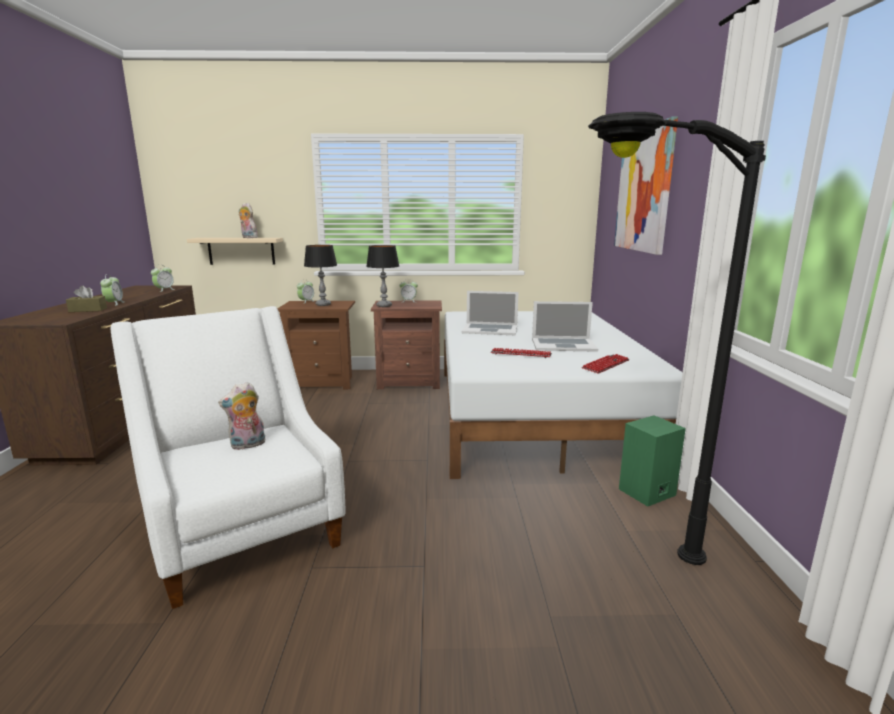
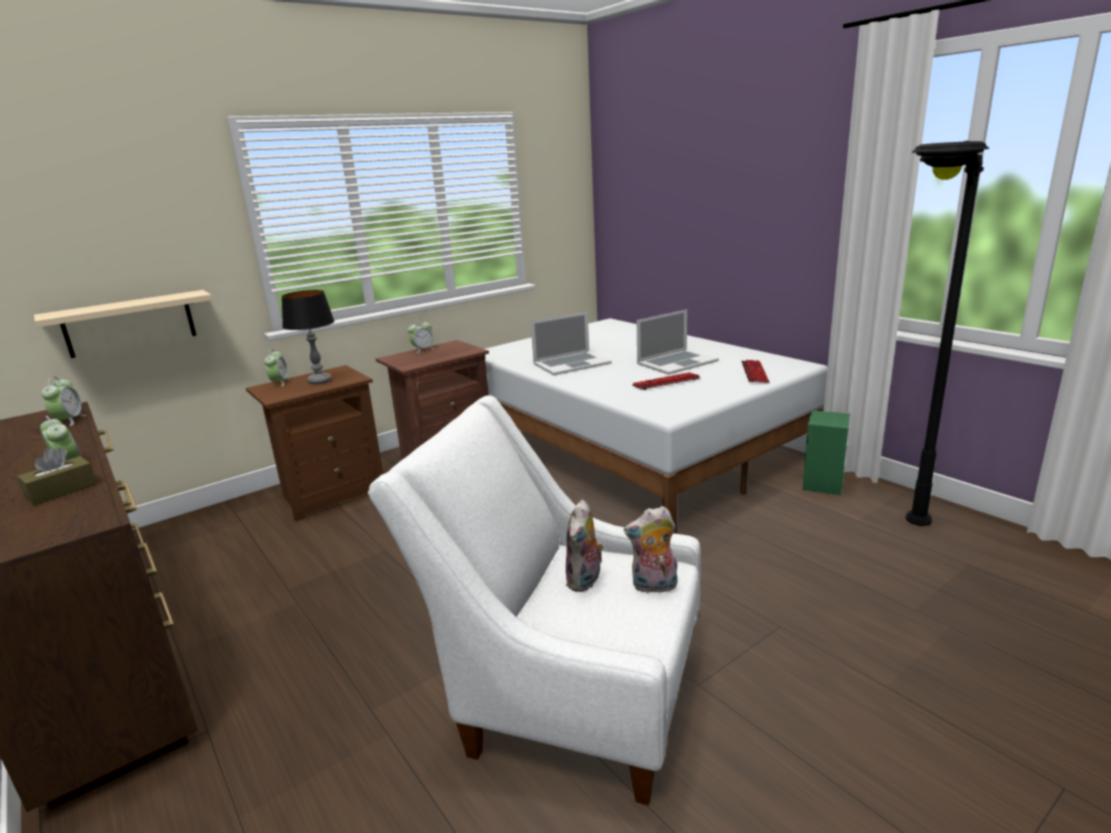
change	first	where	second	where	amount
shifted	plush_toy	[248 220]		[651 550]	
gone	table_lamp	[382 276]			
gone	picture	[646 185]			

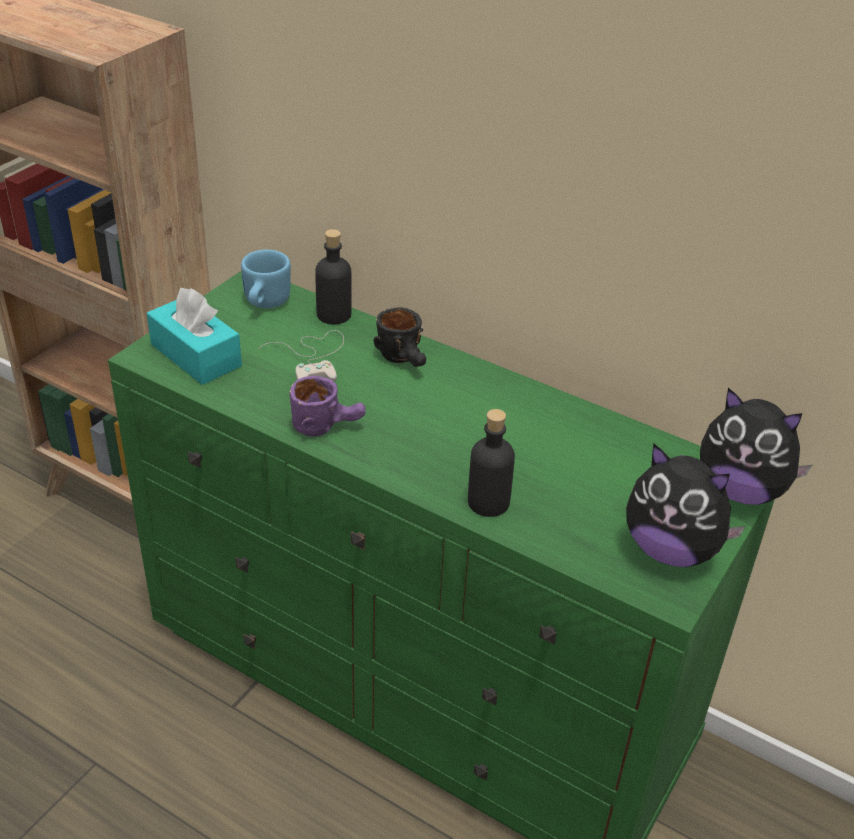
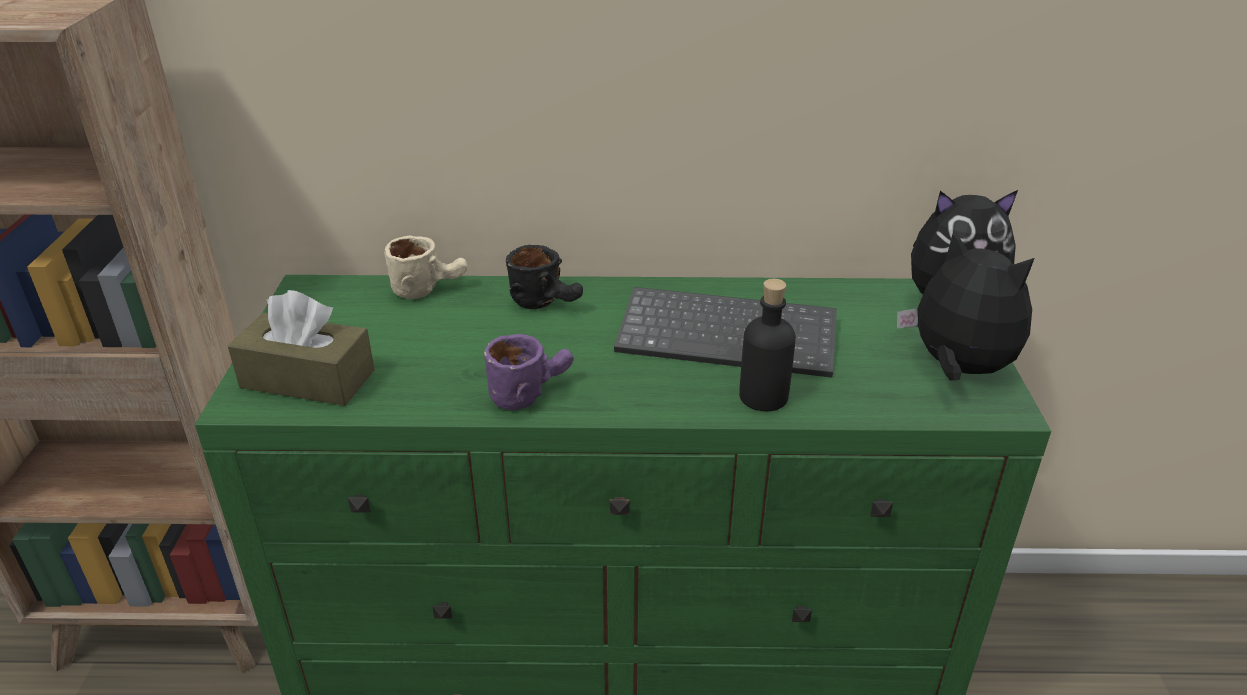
change	first	where	second	where	amount
repainted	turquoise_tissue_box	[194 336]	brown_tissue_box	[301 348]	
gone	blue_mug	[266 279]			
gone	white_game_controller	[301 355]			
swapped	black_bottle	[333 276]	beige_mug	[426 267]	
rotated	plush_toy	[686 505]		[965 304]	135 degrees counterclockwise
new			keyboard	[725 332]	

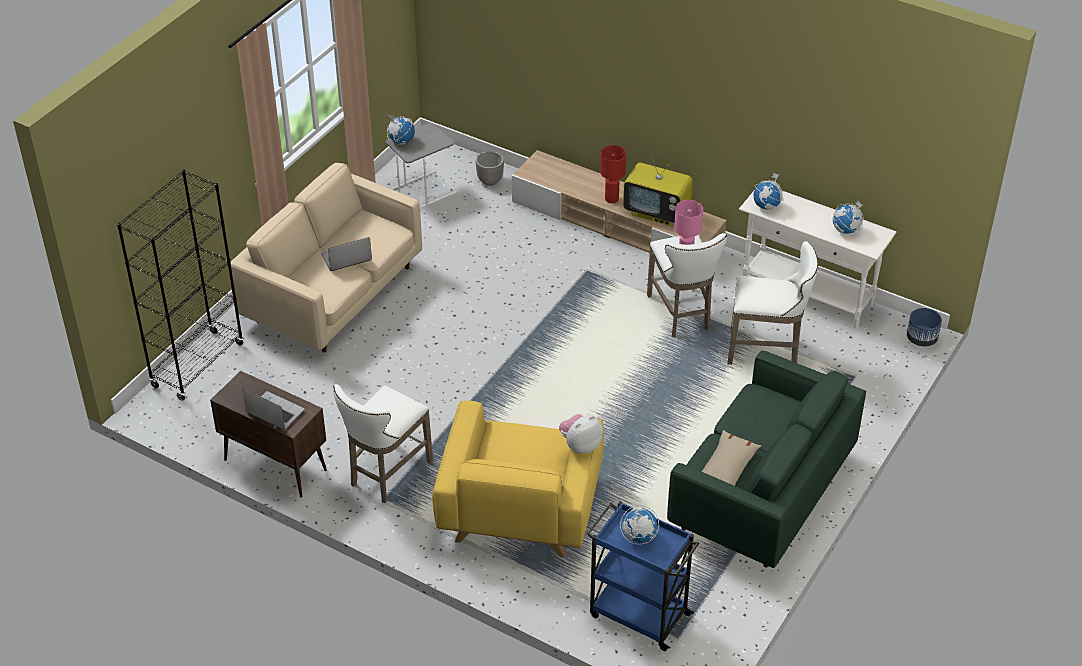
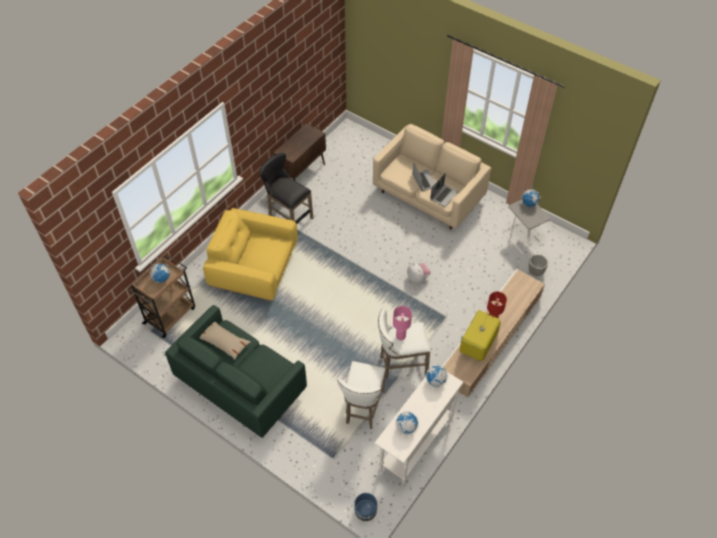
change	first	where	second	where	amount
gone	black_bookcase	[180 285]			
shifted	laptop	[273 409]		[444 190]	
repainted	white_stool	[383 443]	black_stool	[286 188]	
shifted	plush_toy	[581 434]		[419 273]	
repainted	blue_cart	[643 576]	brown_cart	[162 296]	

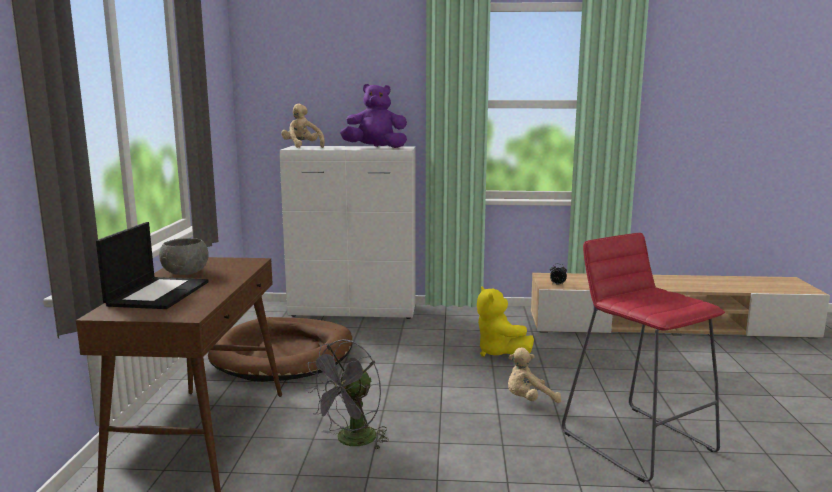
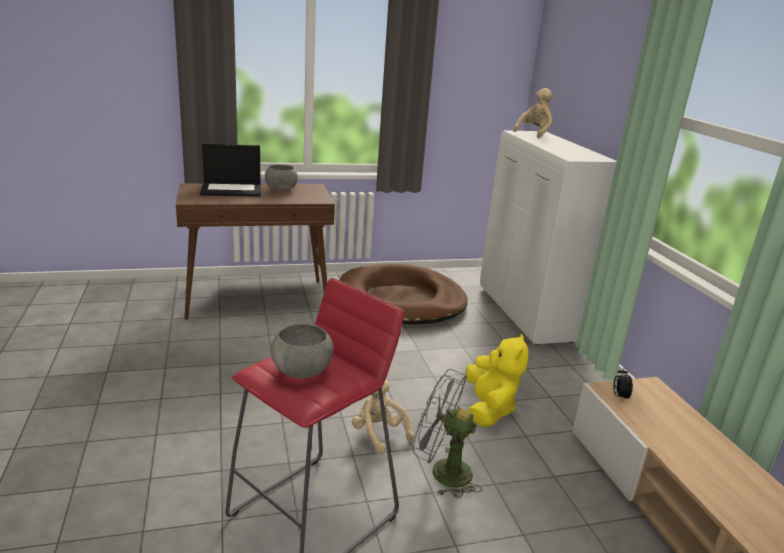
change	first	where	second	where	amount
shifted	grey_fan	[347 395]		[447 433]	
gone	purple_plush_toy	[373 116]			
rotated	yellow_plush_toy	[505 321]		[497 380]	135 degrees clockwise
new			grey_bowl	[302 351]	

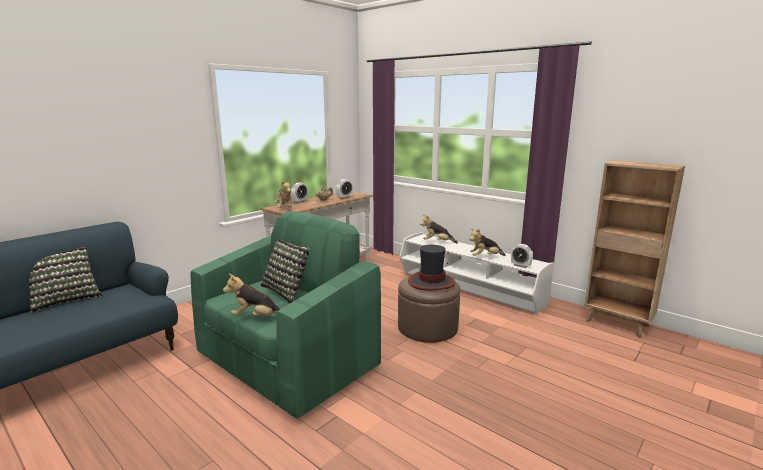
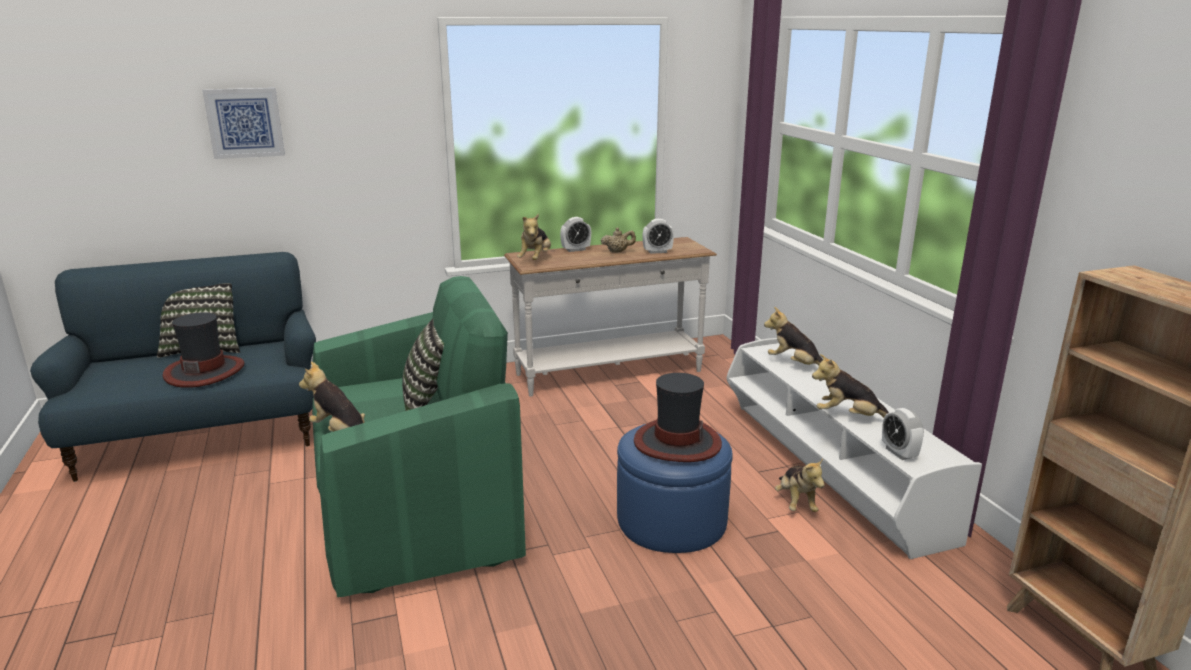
change	first	where	second	where	amount
repainted	brown_ottoman	[429 309]	blue_ottoman	[675 488]	
new			hat	[203 350]	
new			picture	[243 123]	
new			plush_toy	[800 485]	

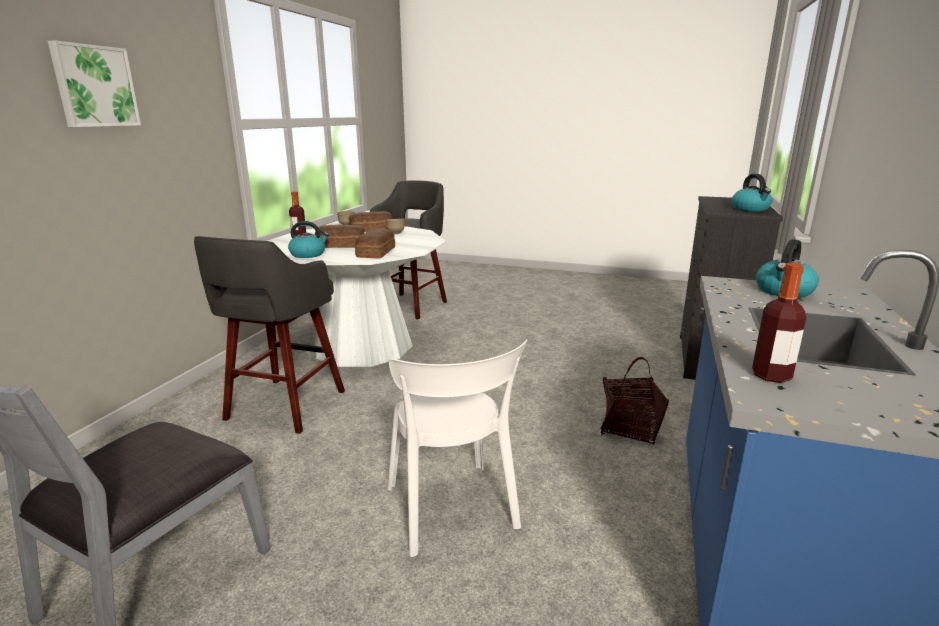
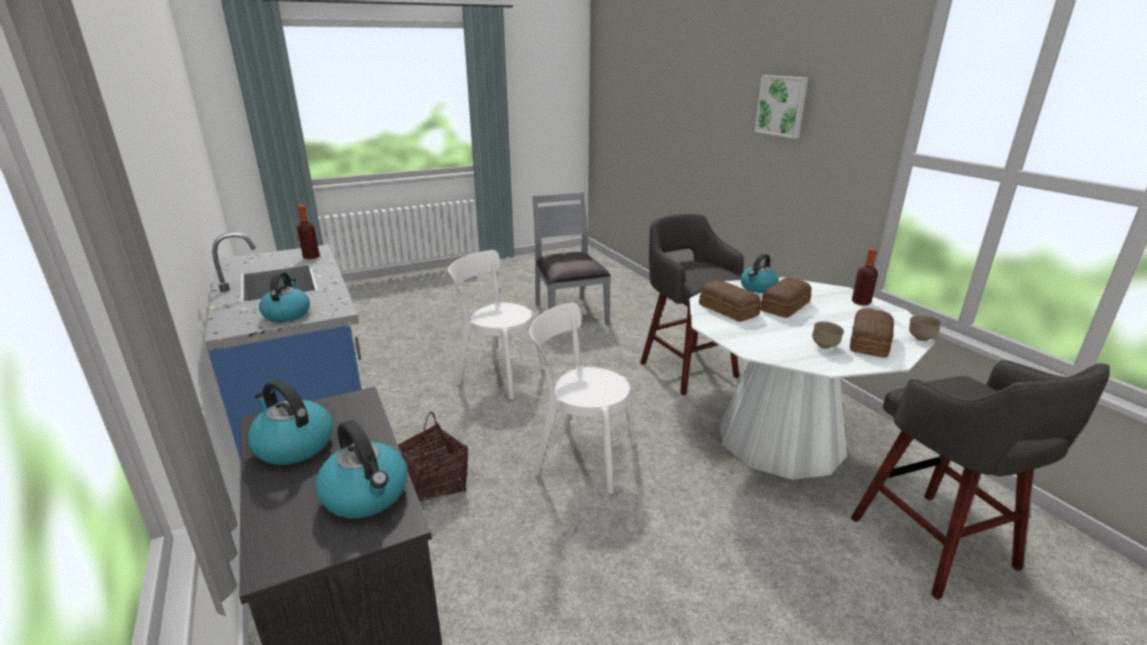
change	first	where	second	where	amount
new			kettle	[361 469]	
new			white_chair	[582 398]	

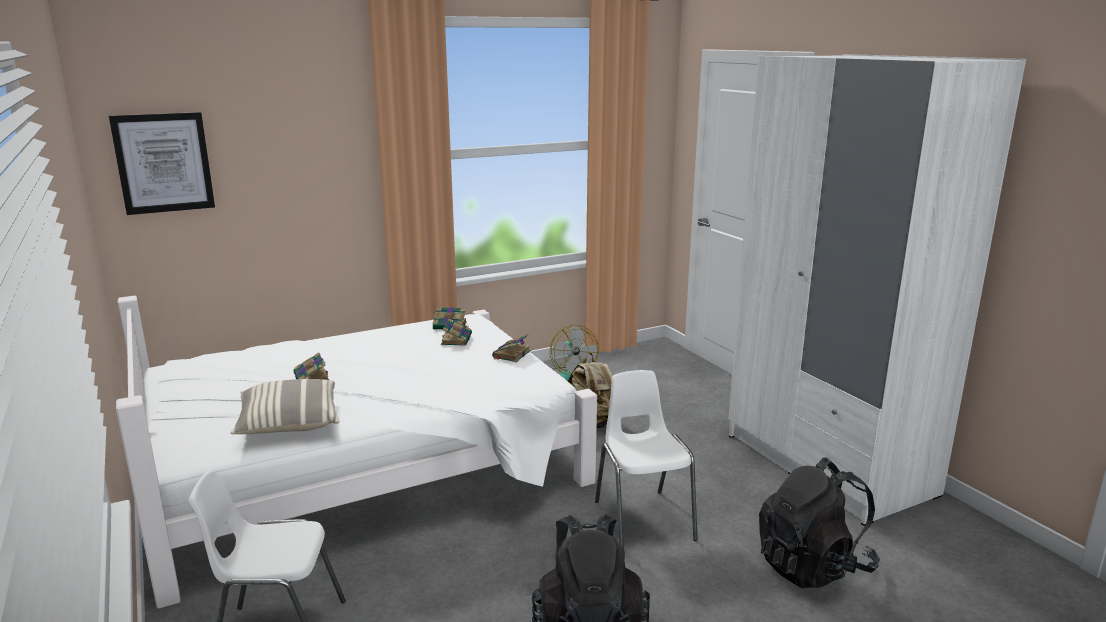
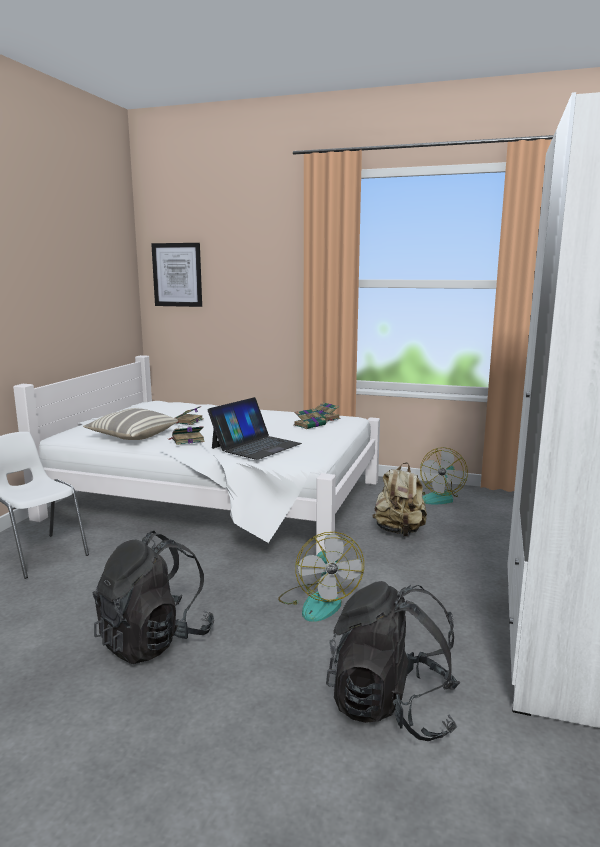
change	first	where	second	where	amount
shifted	book	[511 348]		[186 435]	
swapped	white_chair	[646 459]	fan	[321 577]	
new			laptop	[254 428]	

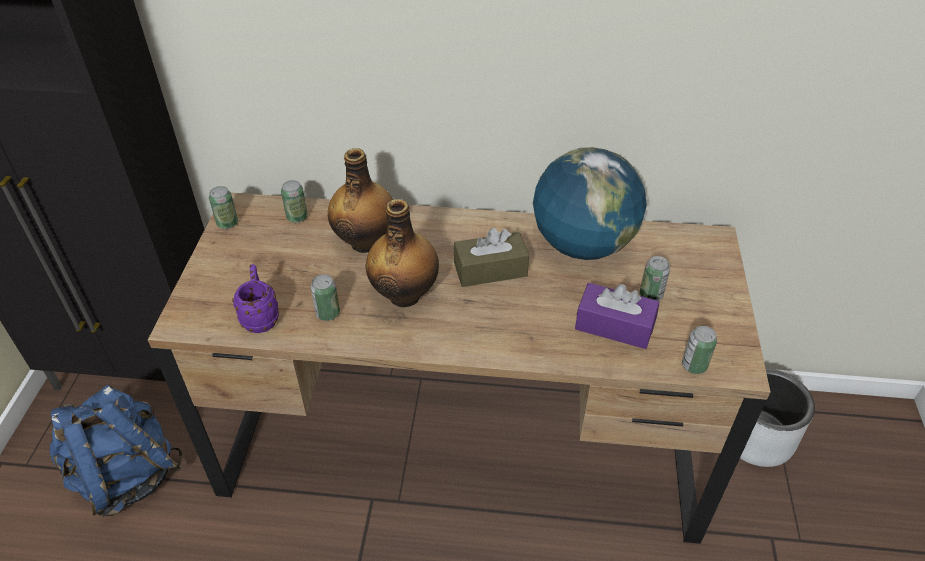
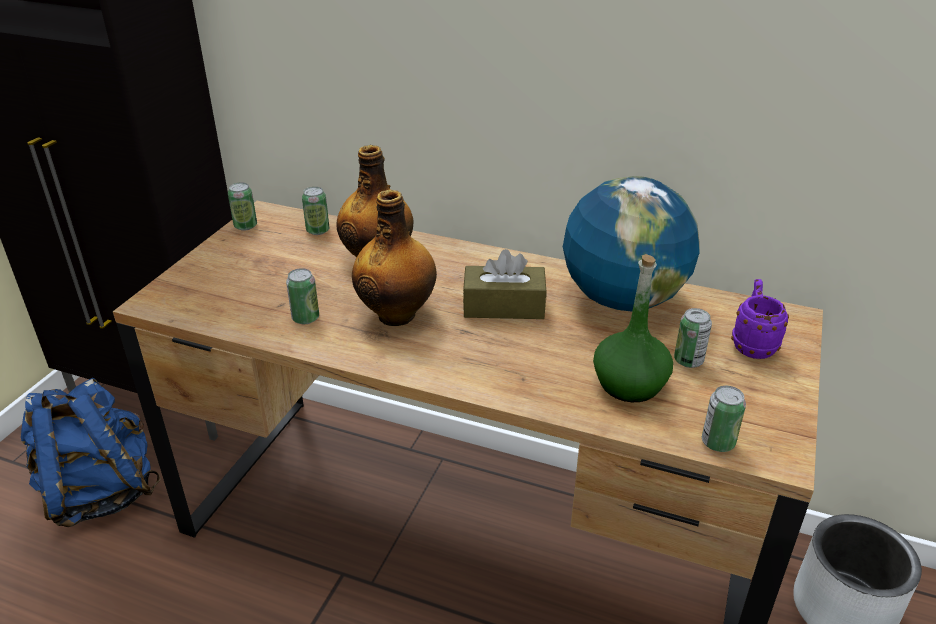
change	first	where	second	where	amount
shifted	purple_mug	[255 298]		[760 319]	
swapped	purple_tissue_box	[617 316]	green_bottle	[633 328]	

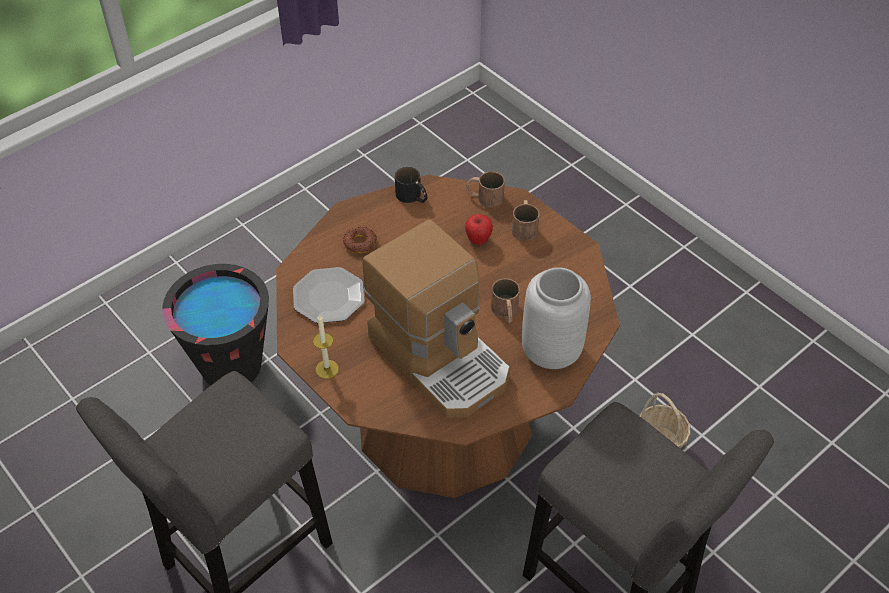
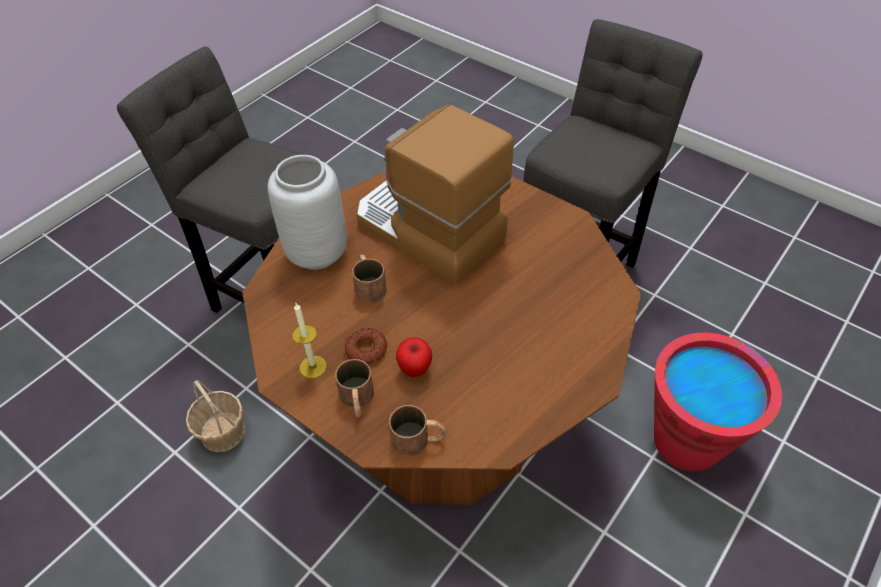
change	first	where	second	where	amount
repainted	black_bucket	[215 325]	red_bucket	[718 402]	
gone	plate	[329 295]			
shifted	candle	[326 346]		[309 341]	
shifted	donut	[360 240]		[366 346]	
gone	black_mug	[411 185]			

